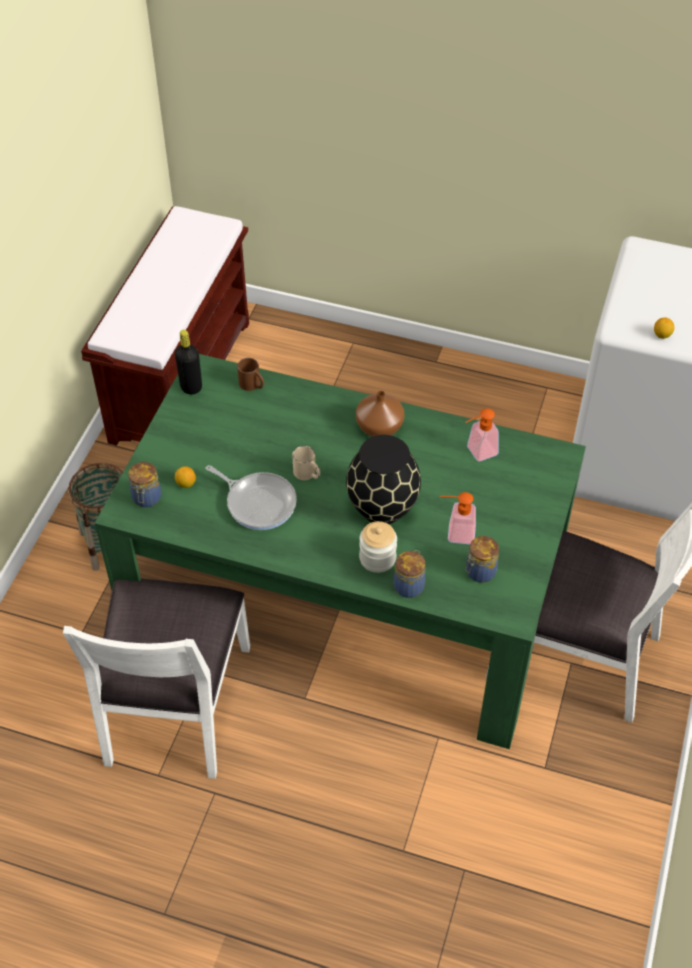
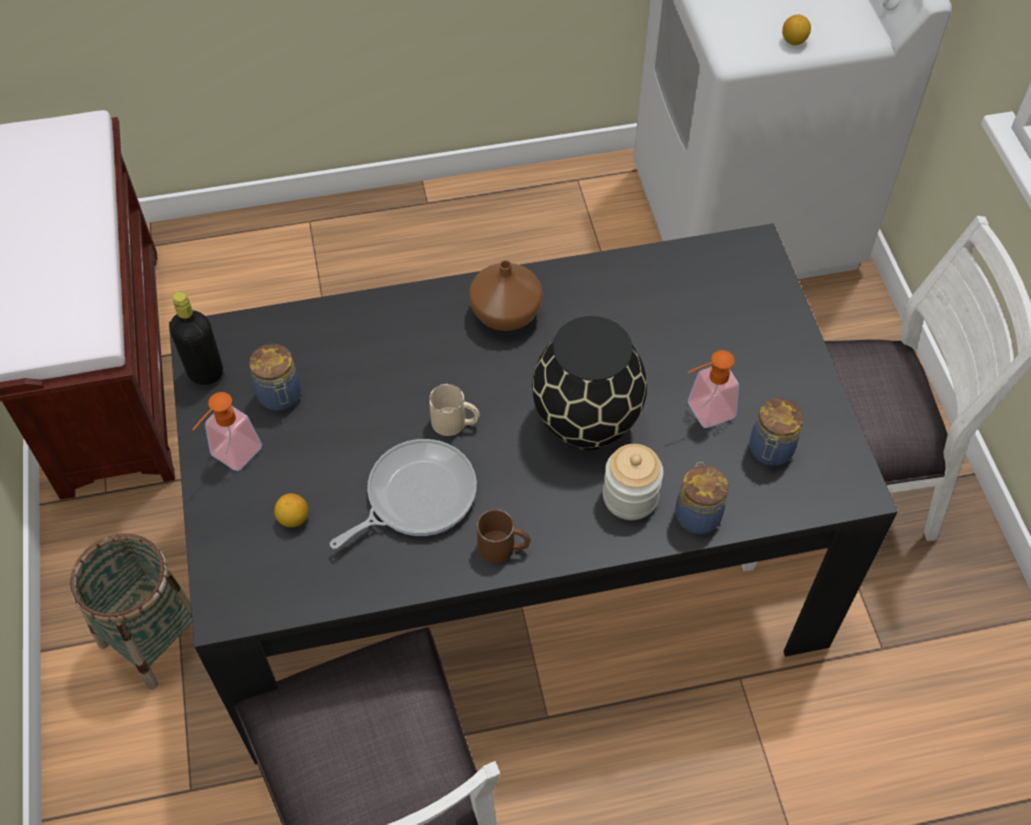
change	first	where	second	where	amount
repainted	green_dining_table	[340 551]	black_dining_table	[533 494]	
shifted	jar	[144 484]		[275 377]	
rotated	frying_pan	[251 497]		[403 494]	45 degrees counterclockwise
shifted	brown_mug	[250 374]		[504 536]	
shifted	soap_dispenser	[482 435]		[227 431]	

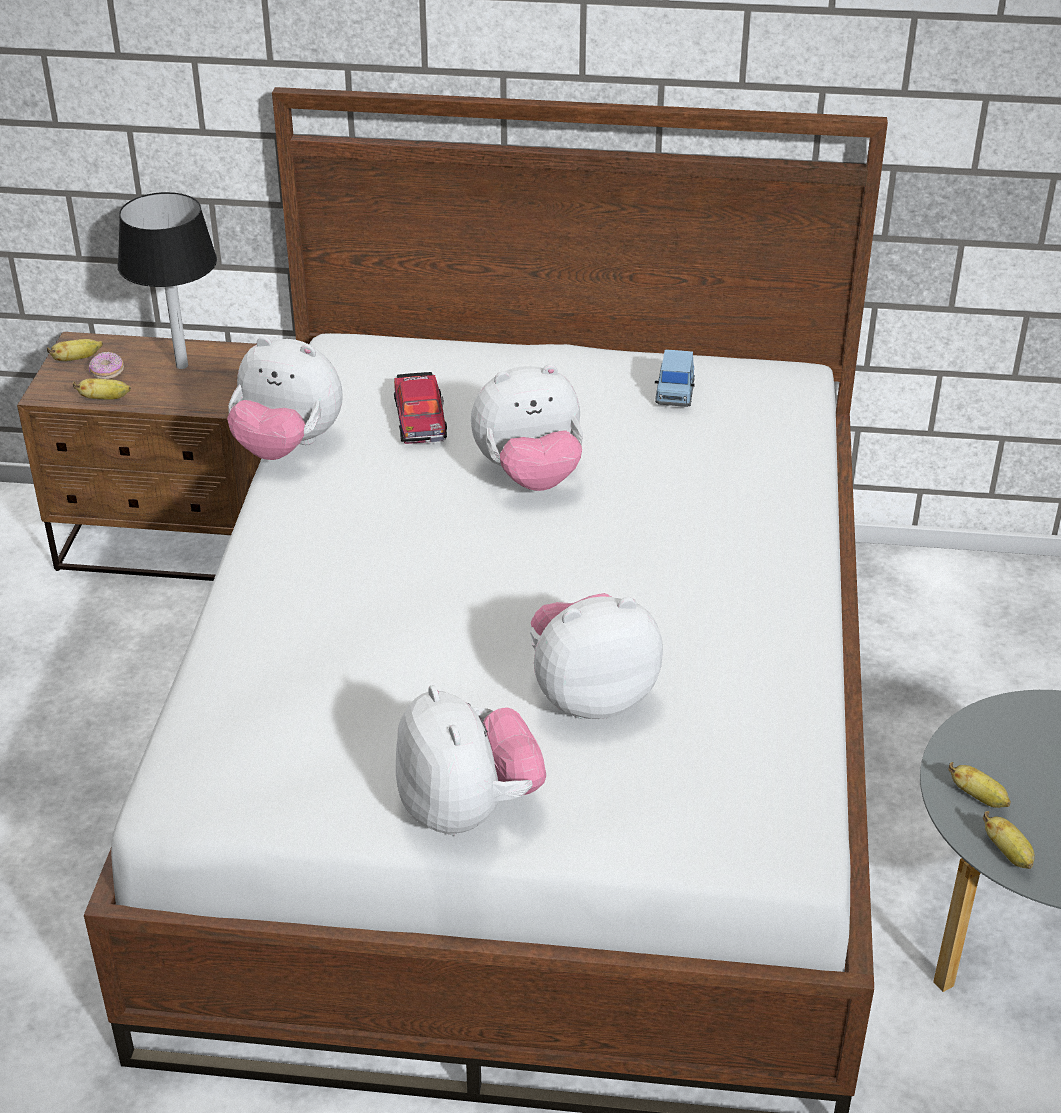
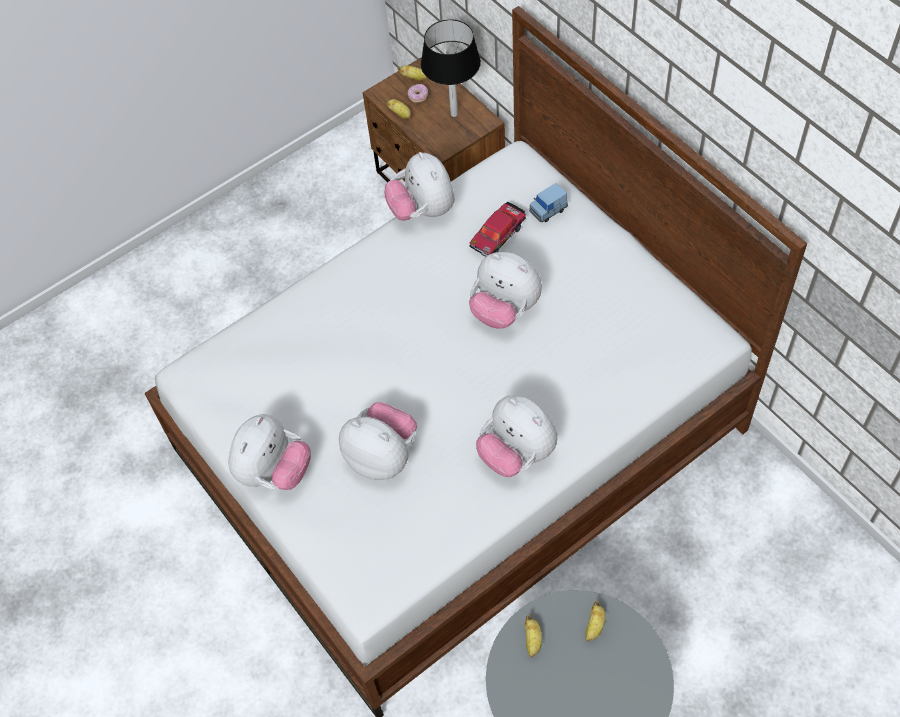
change	first	where	second	where	amount
shifted	blue_toy_car	[675 378]		[548 202]	
shifted	banana	[1009 840]		[595 621]	
new			plush_toy	[516 436]	

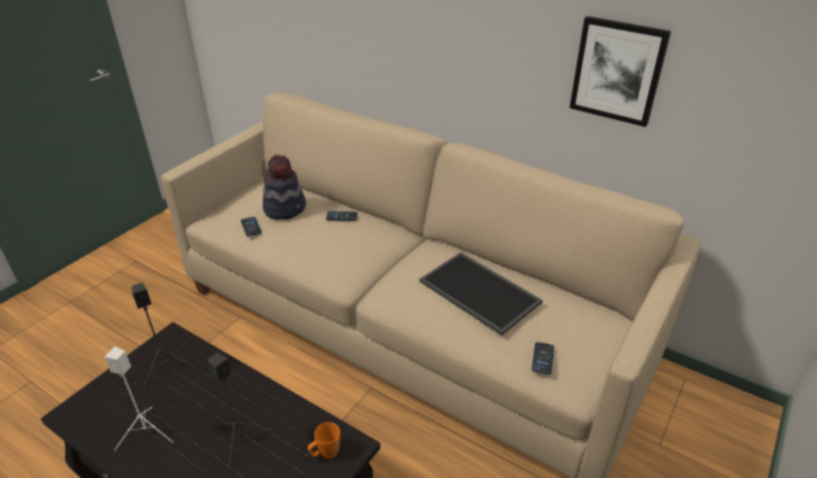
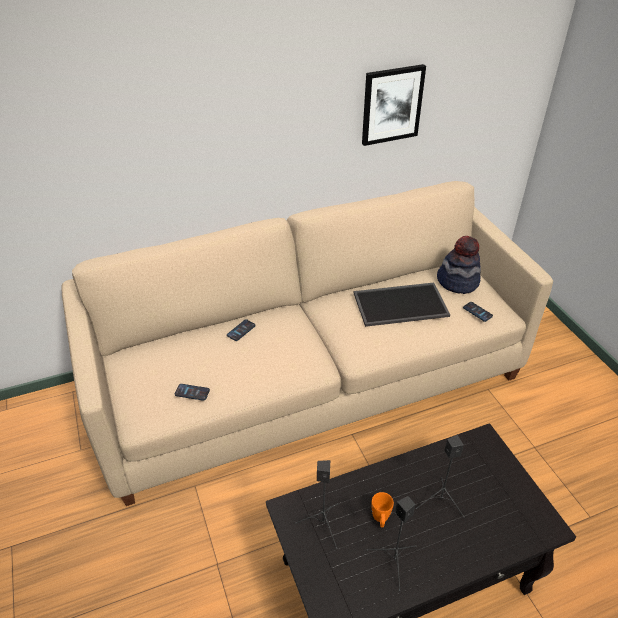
change	first	where	second	where	amount
repainted	white_speaker	[138 398]	black_speaker	[392 543]	
shifted	hat	[284 187]		[459 265]	
shifted	orange_mug	[324 440]		[383 509]	

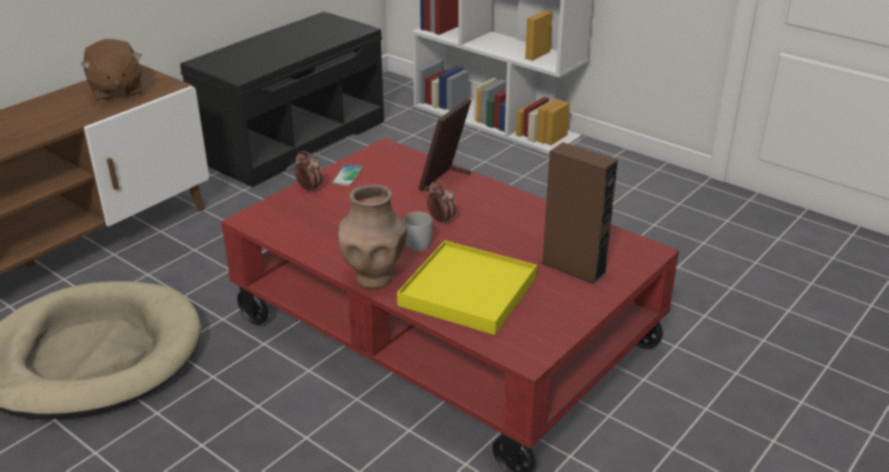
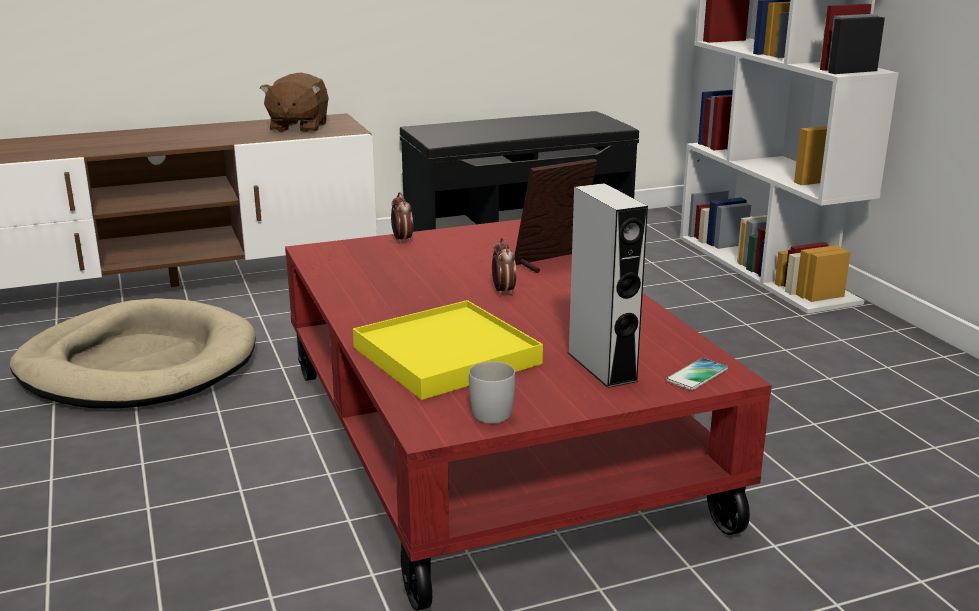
change	first	where	second	where	amount
shifted	phone	[347 175]		[697 374]	
gone	brown_vase	[372 237]			
shifted	white_mug	[417 231]		[492 392]	
repainted	brown_speaker	[579 213]	grey_speaker	[608 285]	

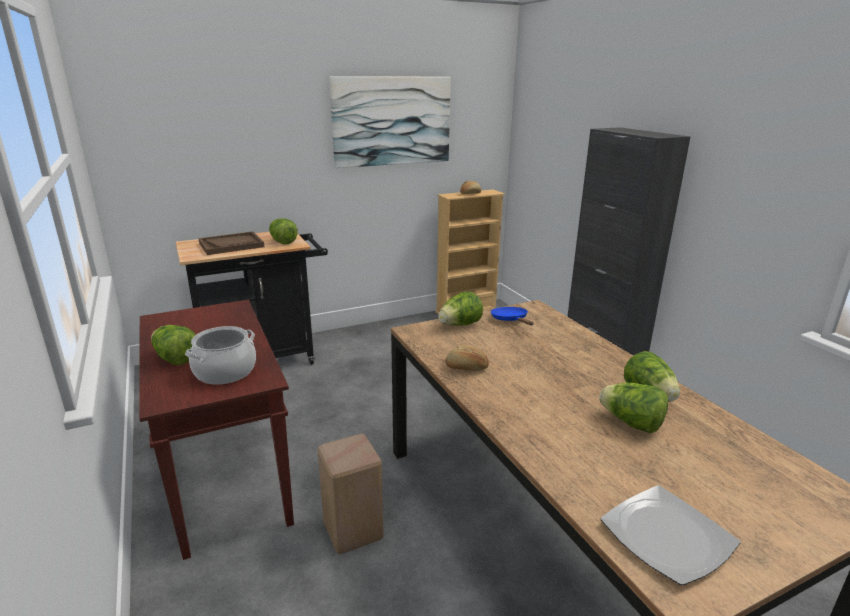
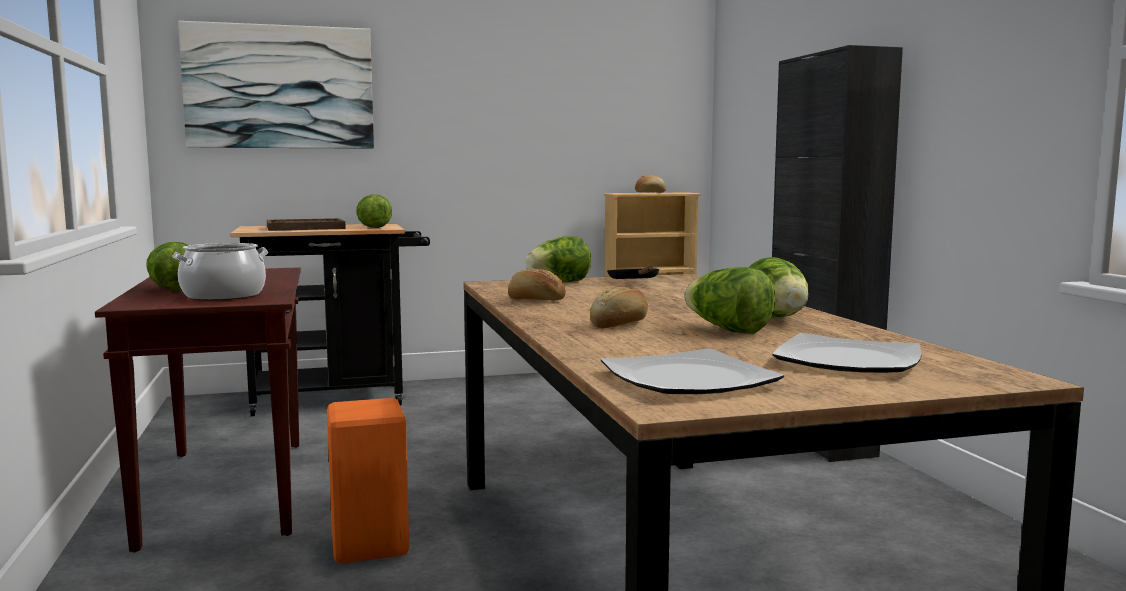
change	first	where	second	where	amount
repainted	beige_stool	[350 494]	orange_stool	[368 480]	
shifted	picture	[390 122]		[276 85]	
repainted	blue_frying_pan	[512 316]	black_frying_pan	[633 273]	
new			bread	[619 307]	
new			plate	[846 353]	

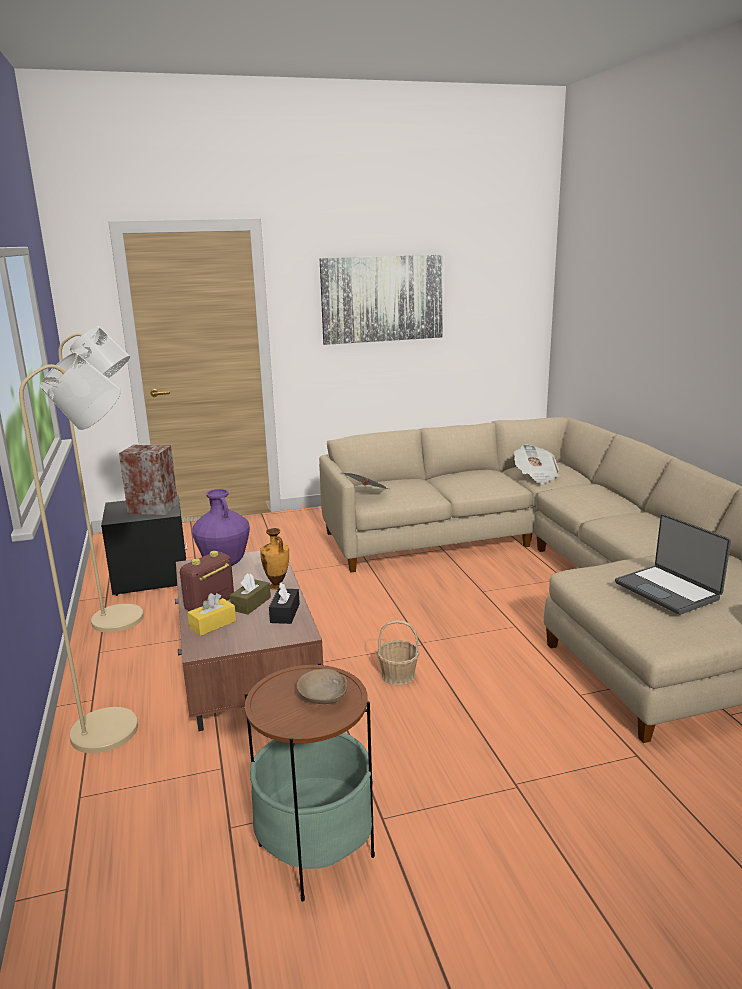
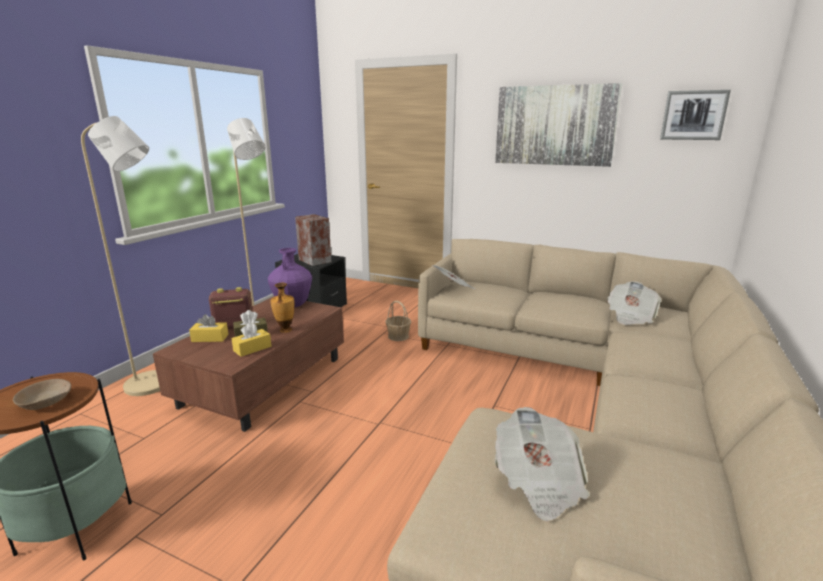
change	first	where	second	where	amount
repainted	black_tissue_box	[284 603]	yellow_tissue_box	[251 340]	
shifted	basket	[398 652]		[398 321]	
swapped	laptop	[673 564]	newspaper	[542 464]	
new			picture	[695 115]	

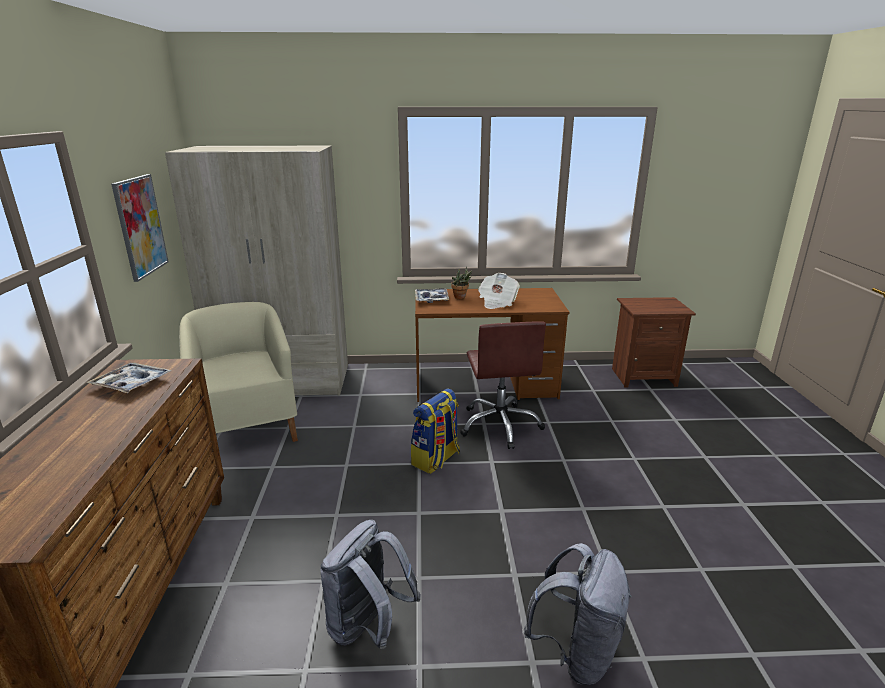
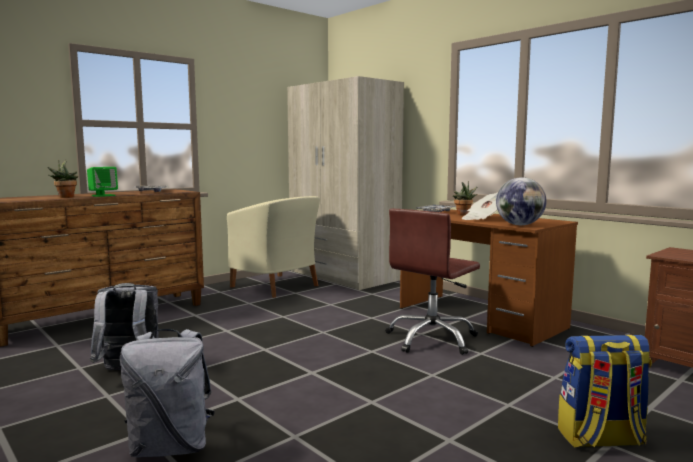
change	first	where	second	where	amount
gone	picture	[140 228]			
rotated	beige_armchair	[238 372]		[273 247]	105 degrees clockwise
shifted	backpack	[435 431]		[605 391]	
new			potted_plant	[63 179]	
new			green_speaker	[102 182]	
new			globe	[521 201]	

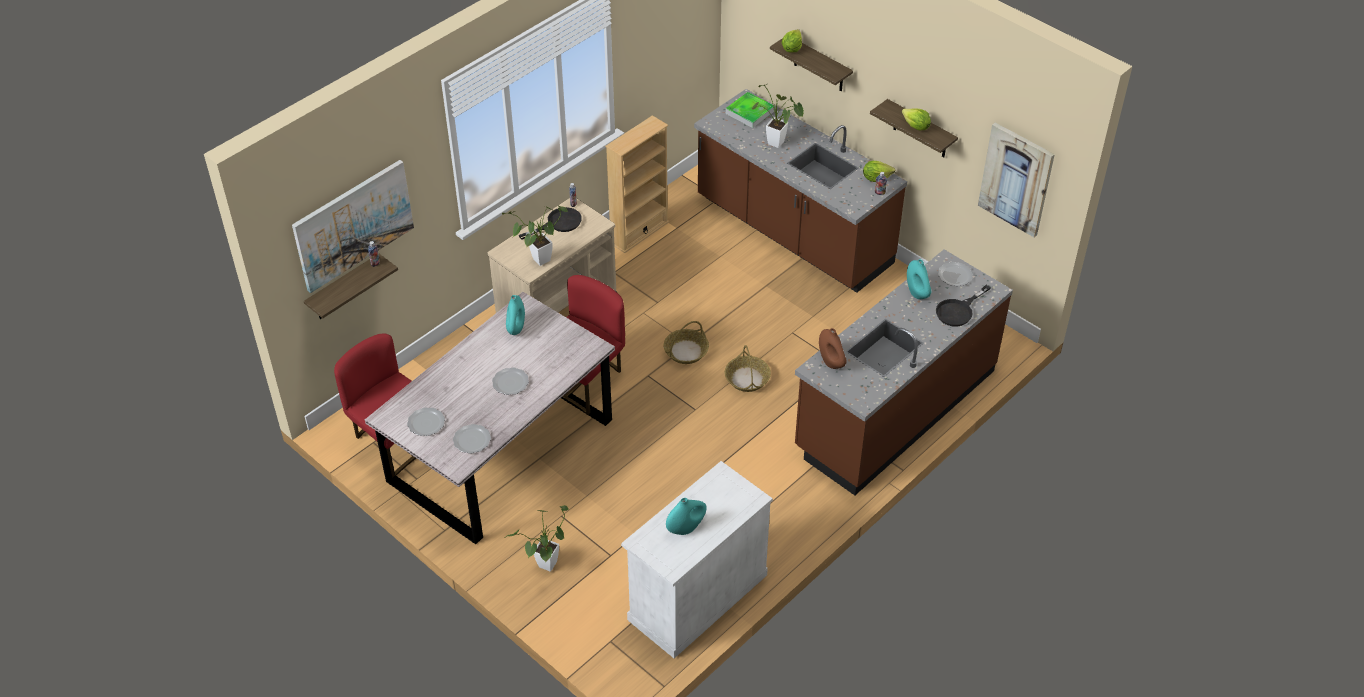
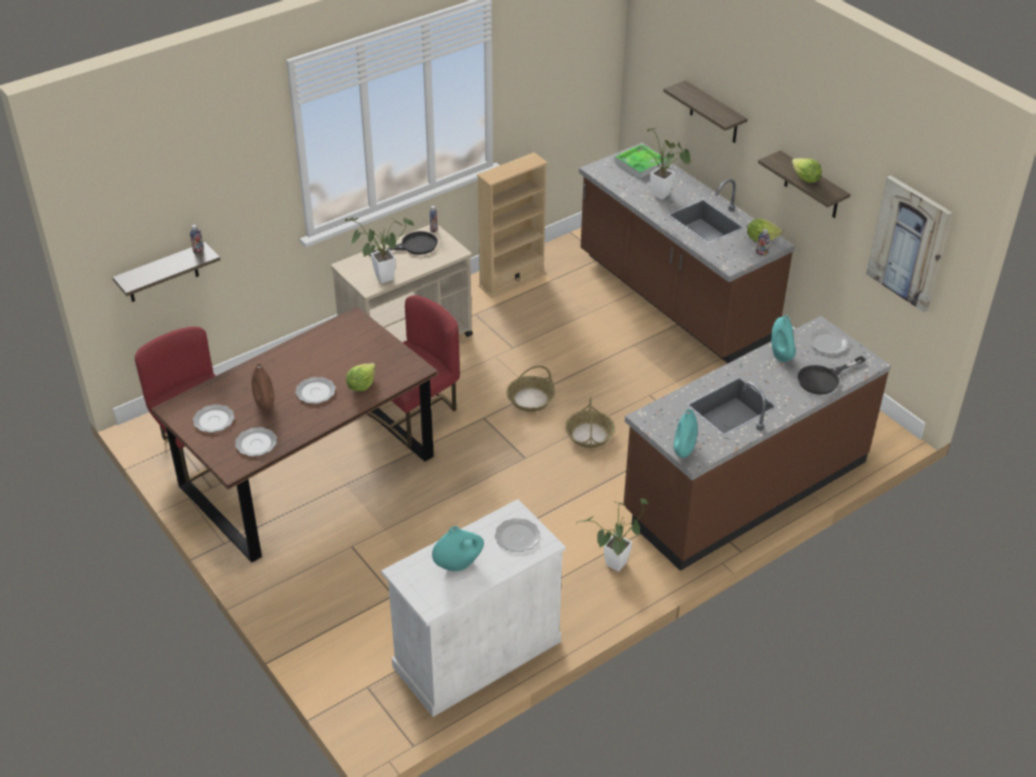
change	first	where	second	where	amount
gone	picture	[353 226]			
repainted	grey_dining_table	[490 418]	brown_dining_table	[294 434]	
shifted	turquoise_vase	[515 315]		[686 433]	
shifted	potted_plant	[537 538]		[612 535]	
shifted	lettuce	[792 41]		[361 377]	
shifted	brown_vase	[833 348]		[262 387]	
new			plate	[517 535]	

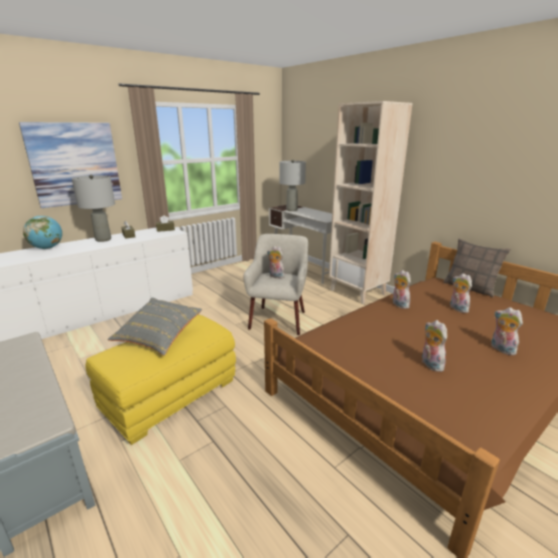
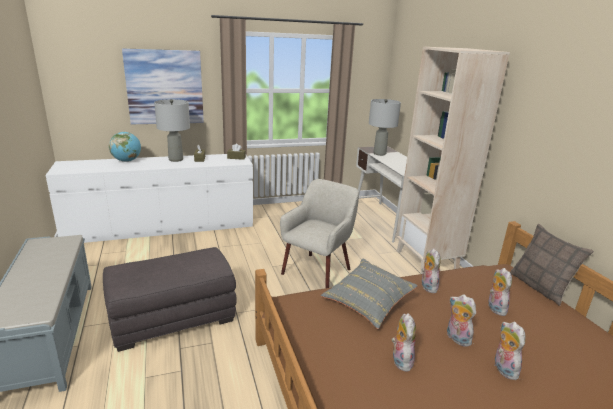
change	first	where	second	where	amount
repainted	yellow_ottoman	[160 379]	grey_ottoman	[170 299]	
shifted	grey_pillow	[155 326]		[369 294]	
shifted	plush_toy	[276 262]		[461 320]	

